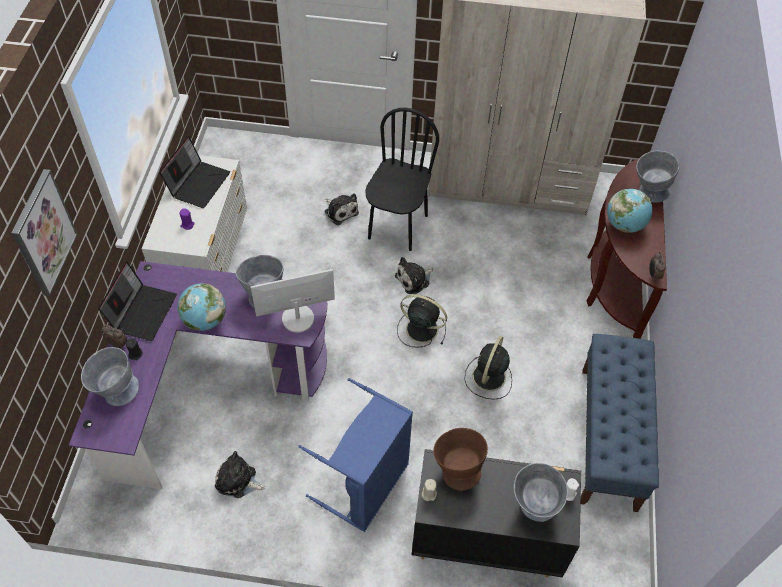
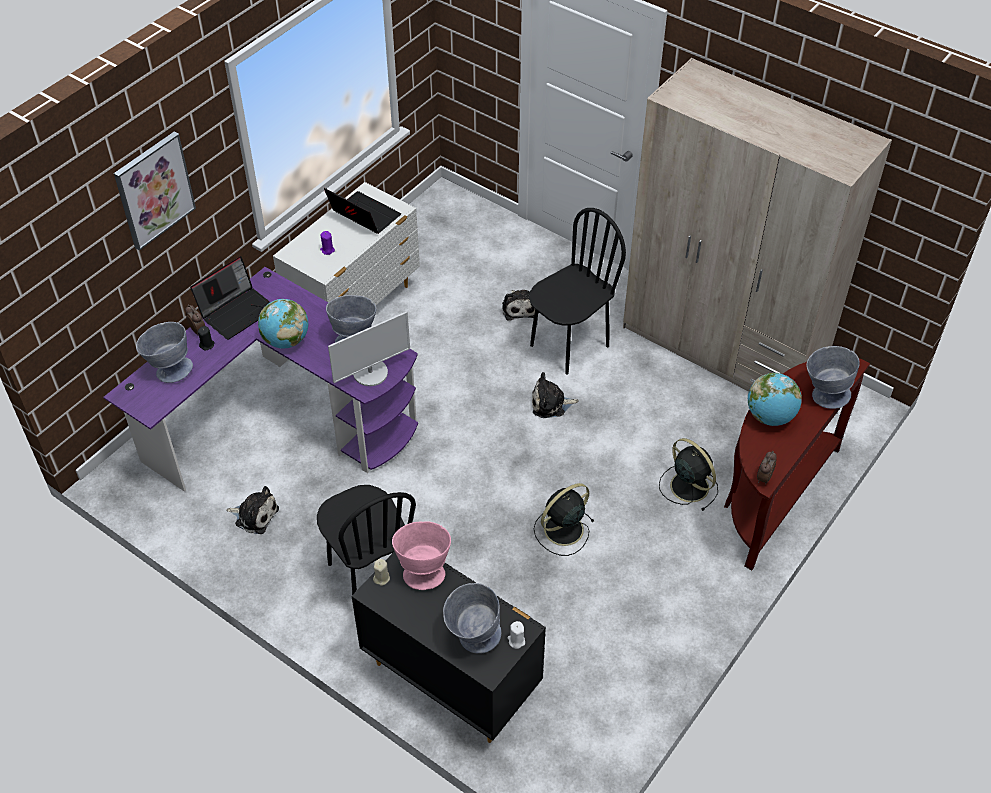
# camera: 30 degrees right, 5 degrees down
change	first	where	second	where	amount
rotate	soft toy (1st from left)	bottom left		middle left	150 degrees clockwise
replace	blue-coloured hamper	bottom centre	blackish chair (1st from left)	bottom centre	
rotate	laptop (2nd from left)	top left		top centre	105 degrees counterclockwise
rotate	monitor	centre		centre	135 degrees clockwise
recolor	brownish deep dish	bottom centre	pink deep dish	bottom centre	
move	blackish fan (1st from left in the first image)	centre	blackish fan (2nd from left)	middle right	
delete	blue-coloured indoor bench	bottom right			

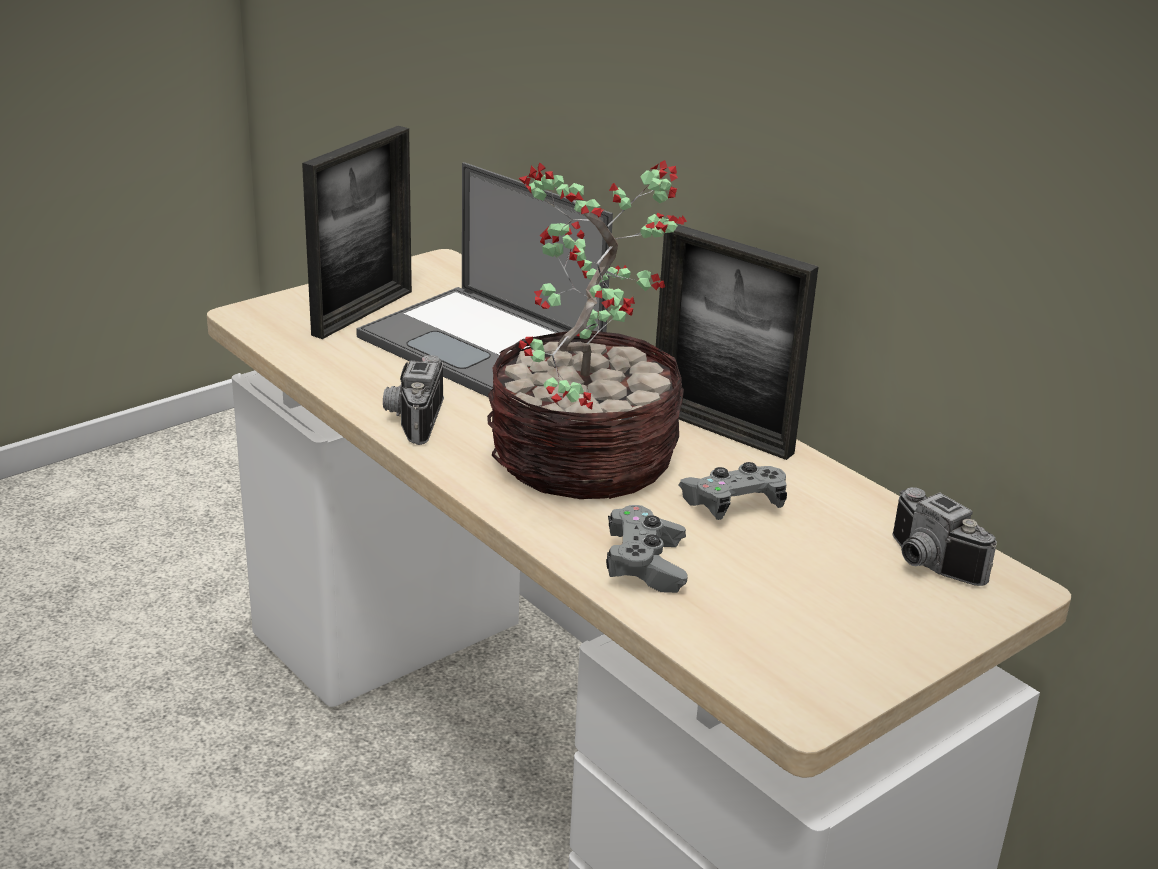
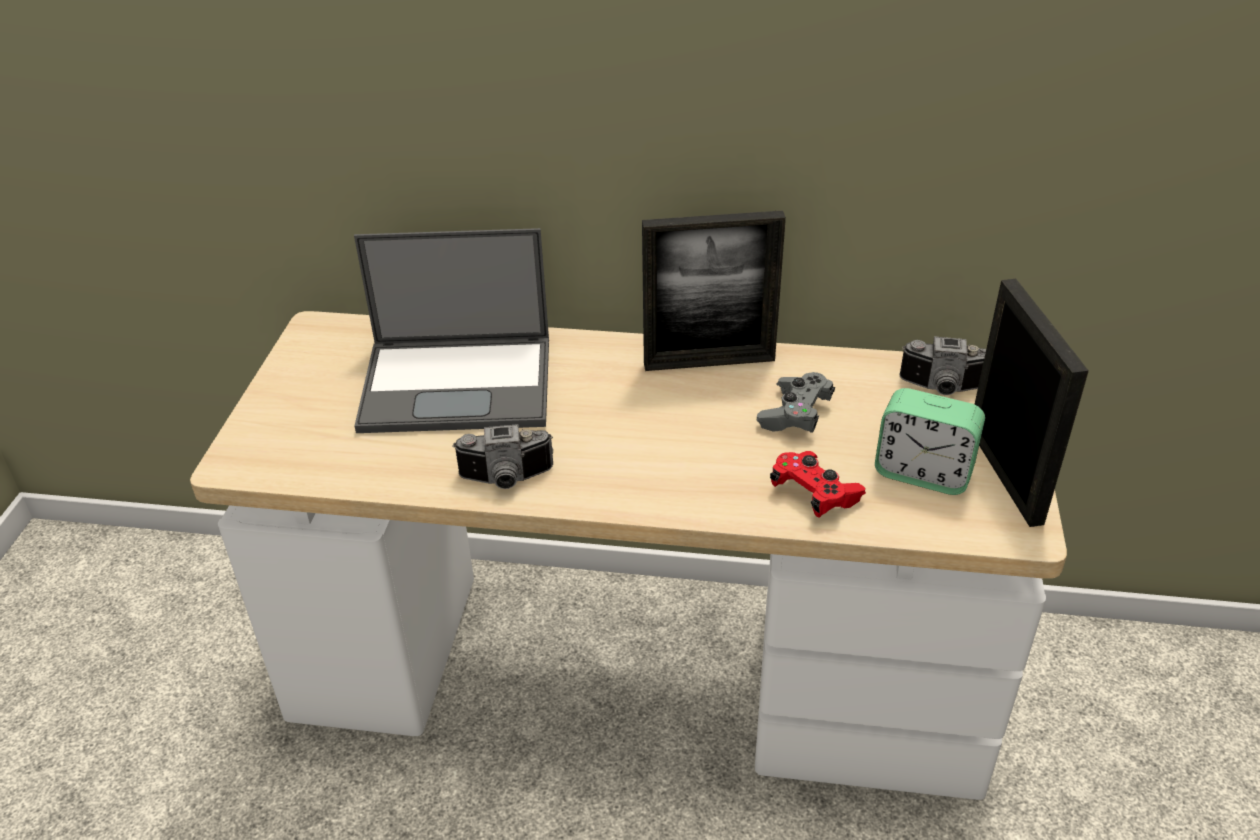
# camera: 40 degrees left, 10 degrees up
change	first	where	second	where	amount
rotate	still camera (1st from left)	centre		centre	60 degrees counterclockwise
recolor	gray joypad (1st from left)	centre	red joypad	centre	
insert			alarm clock	middle right	
move	photo frame (1st from left in the first image)	top left	photo frame (2nd from left)	middle right	
delete	plant in a pot	centre			

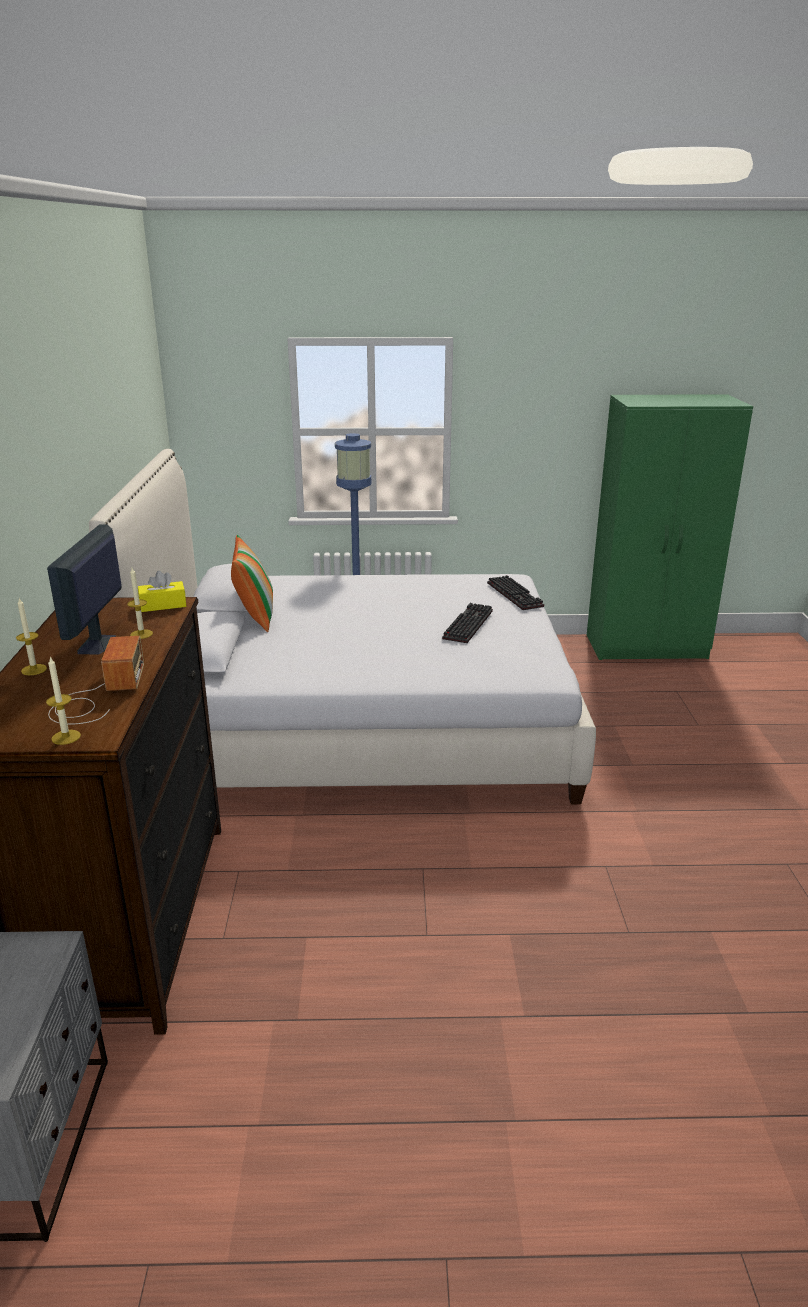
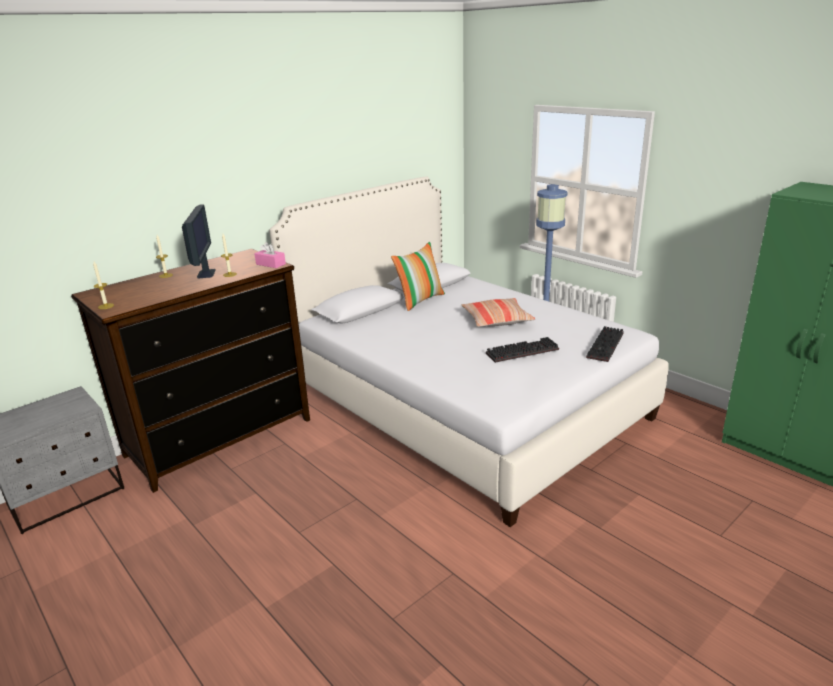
# camera: 50 degrees right, 0 degrees up
change	first	where	second	where	amount
rotate	monitor	middle left		middle left	120 degrees clockwise
recolor	yellow box of tissues	middle left	pink box of tissues	middle left	
insert			pillow (2nd from left)	centre	
delete	radio receiver	middle left			

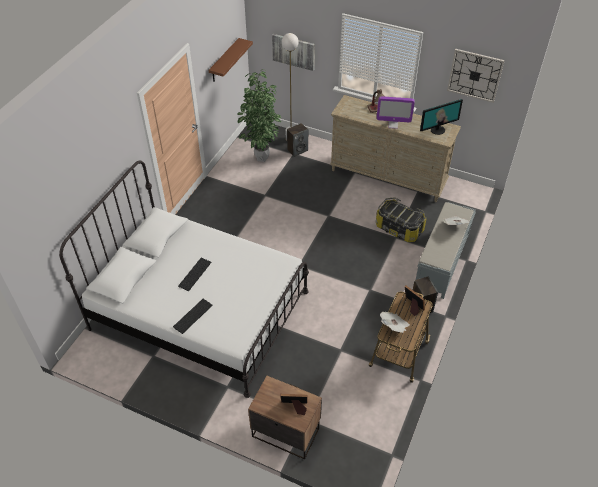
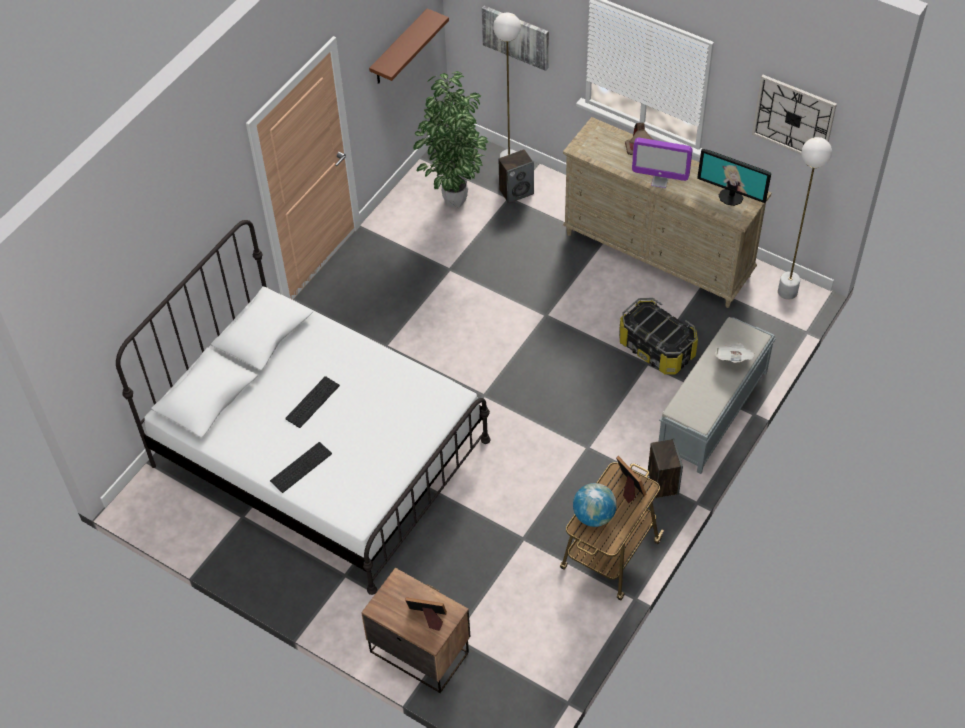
# camera: 10 degrees right, 5 degrees up
change	first	where	second	where	amount
replace	printed paper (1st from left)	centre	desk globe	bottom centre	
rotate	monitor (2nd from left)	top right		top right	45 degrees clockwise
insert			whitish standing lamp (2nd from left)	top right	

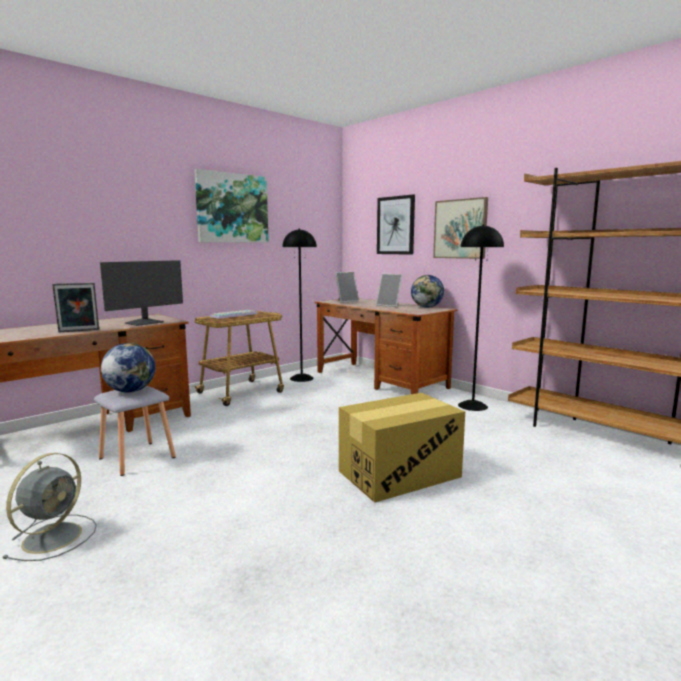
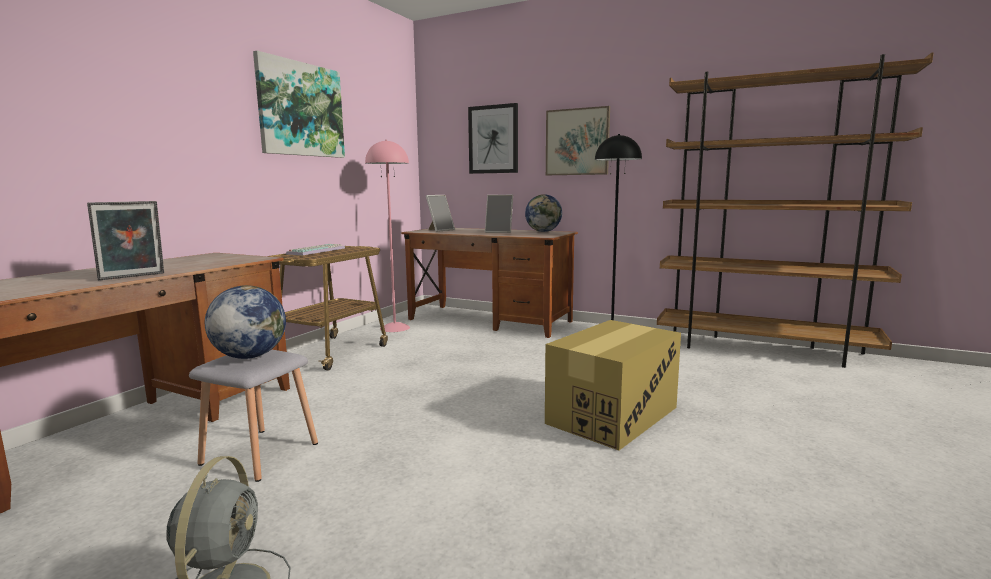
# camera: 20 degrees left, 0 degrees up
change	first	where	second	where	amount
recolor	blackish standing lamp (1st from left)	centre	pink standing lamp	centre	
delete	monitor	middle left			

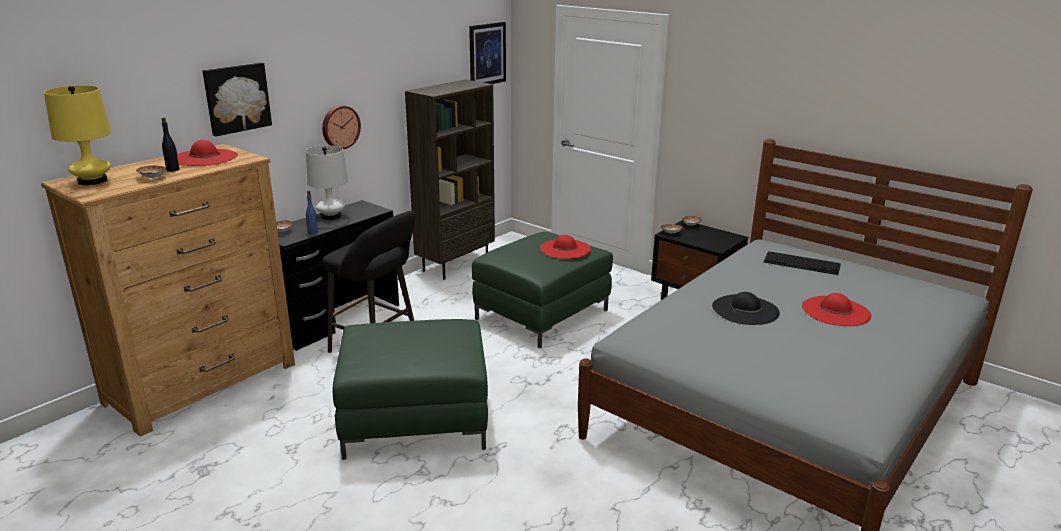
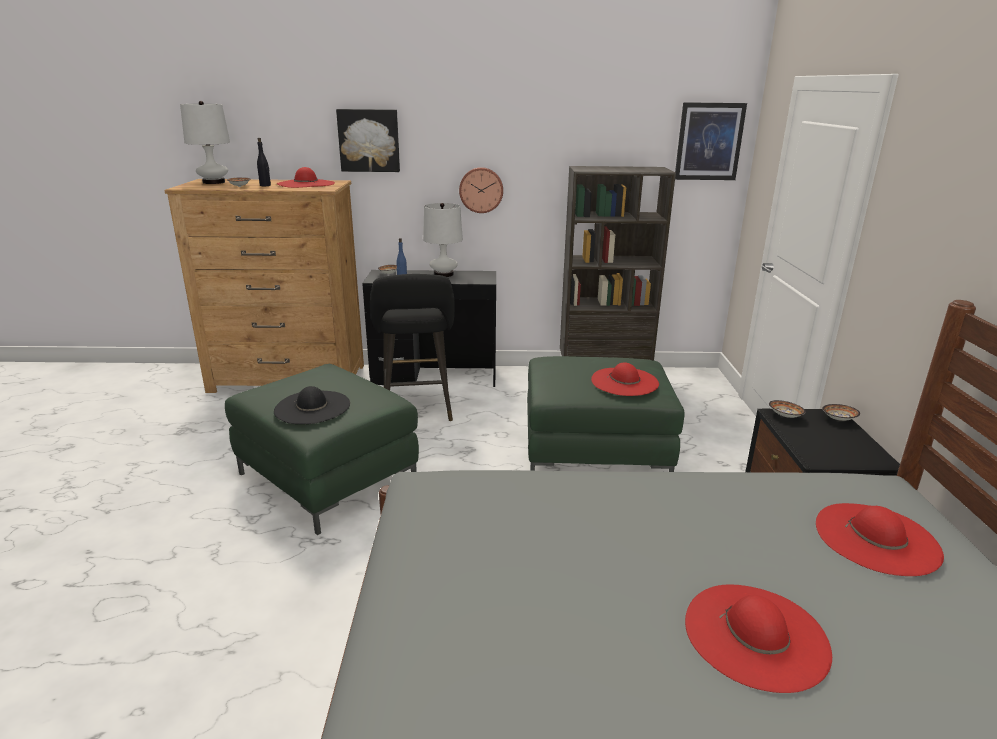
# camera: 50 degrees right, 0 degrees up
change	first	where	second	where	amount
recolor	yellow tabletop lamp	top left	whitish tabletop lamp (1st from left)	top left	
move	blackish clothing hat	middle right		middle left	
replace	computer keyboard	middle right	red clothing hat (4th from left)	bottom right	

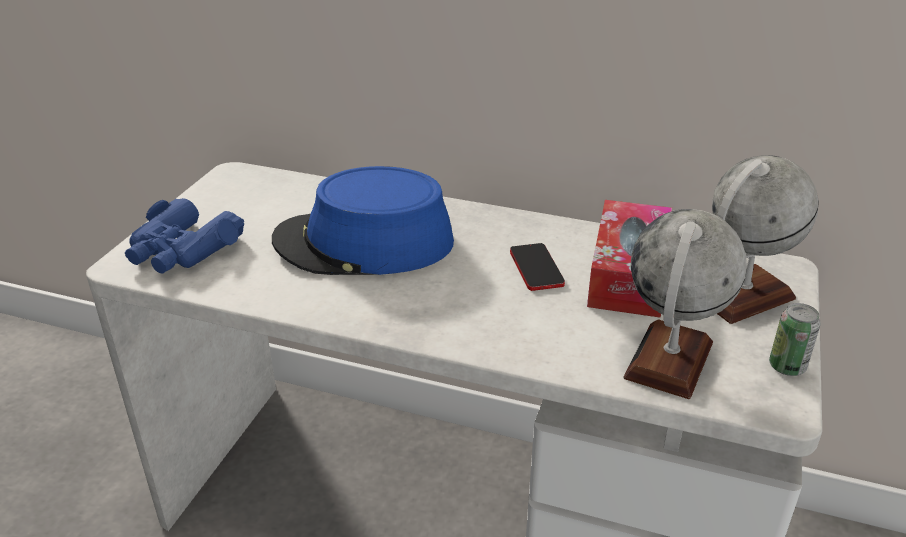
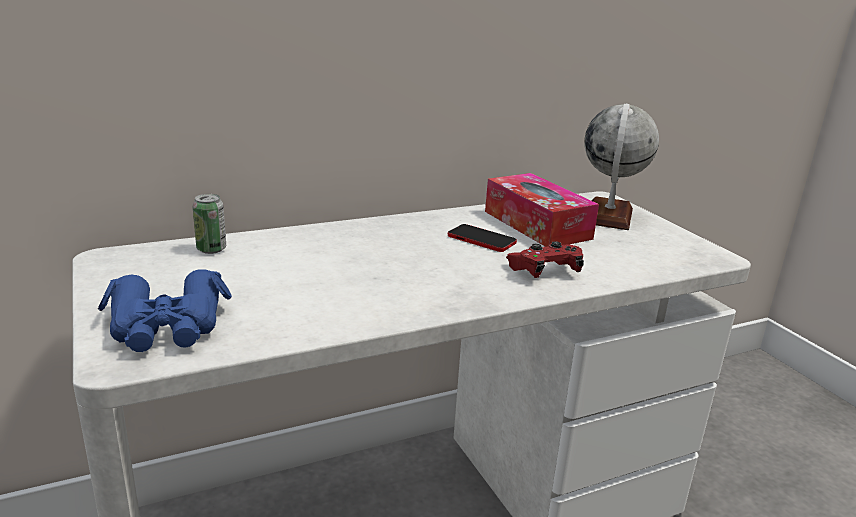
# camera: 45 degrees left, 10 degrees down
change	first	where	second	where	amount
move	can	middle right		middle left	
insert			red joypad	centre	
delete	blue-coloured clothing hat	centre			
delete	desk globe (1st from left)	middle right			

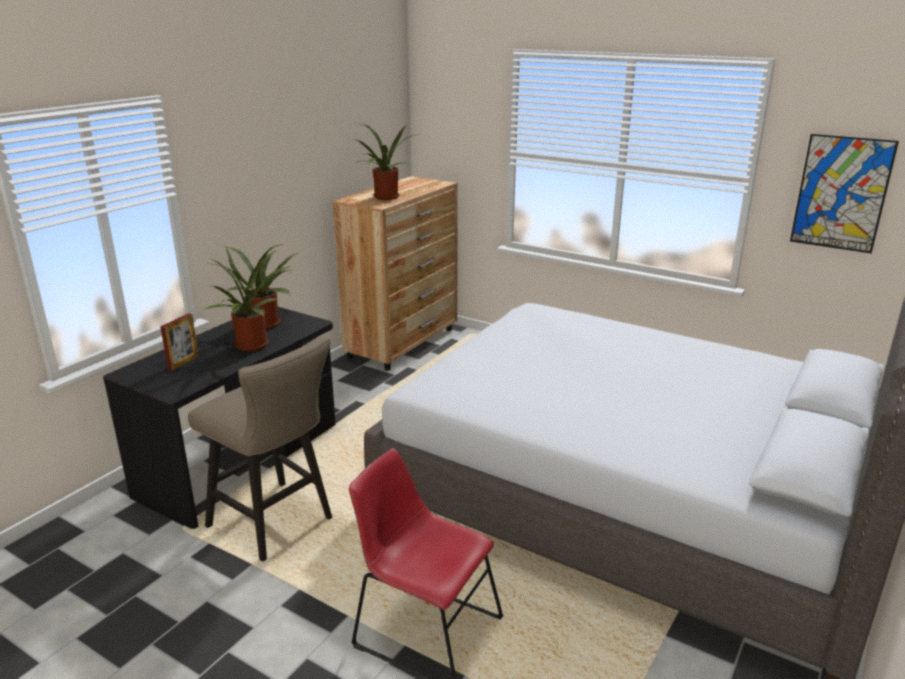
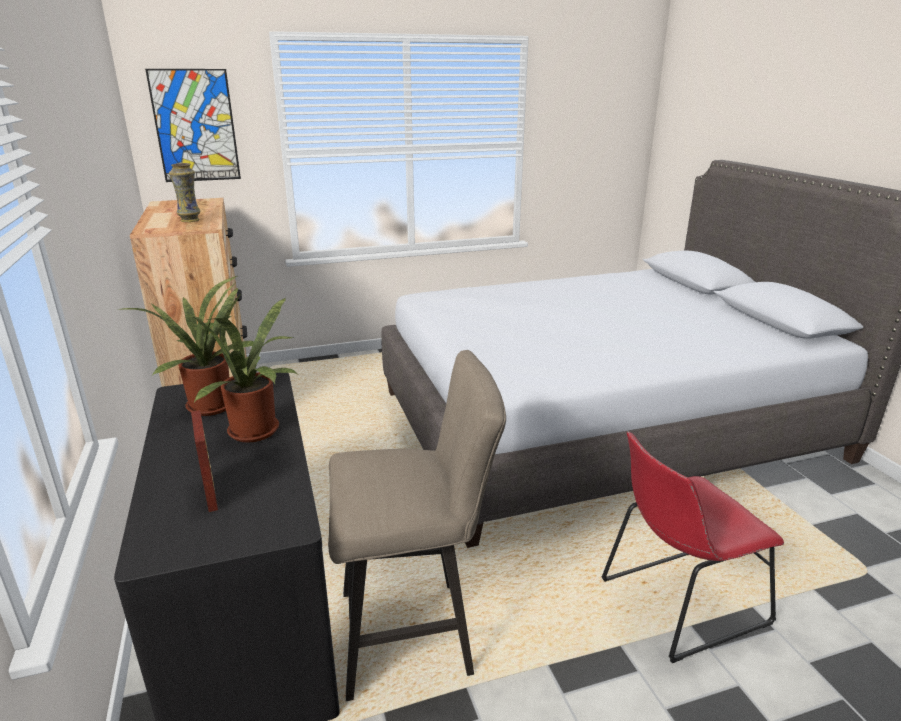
# camera: 50 degrees left, 0 degrees up
change	first	where	second	where	amount
move	wall art	top right		top left	
replace	plant in a pot (3rd from left)	top centre	flower vase	top left	

